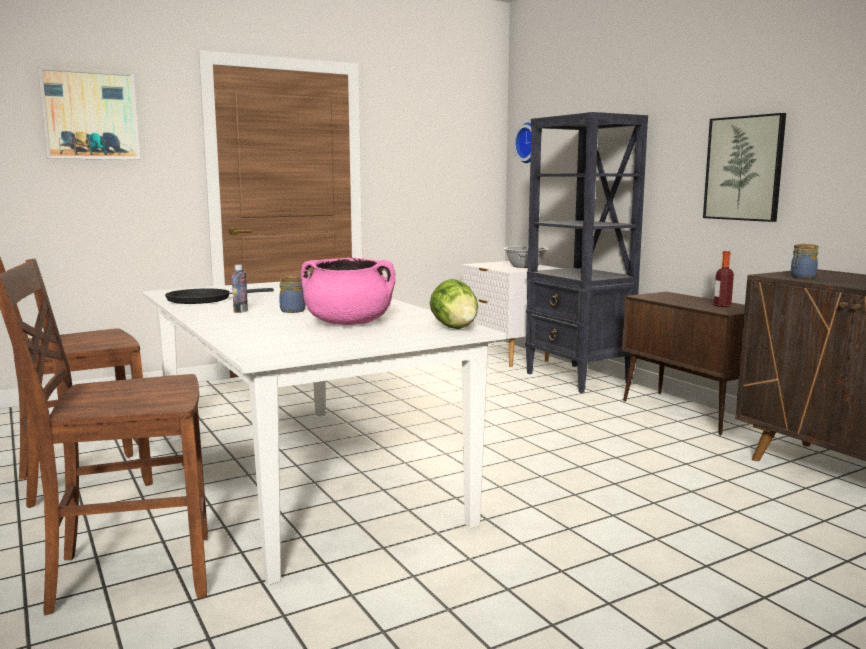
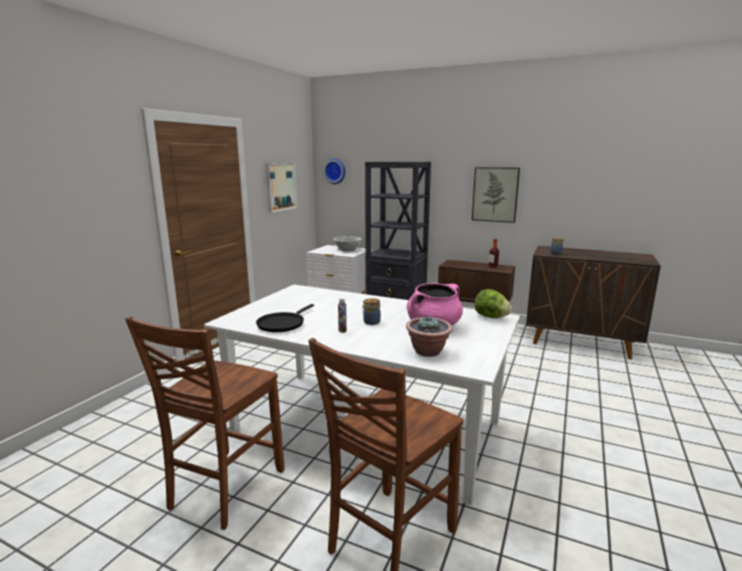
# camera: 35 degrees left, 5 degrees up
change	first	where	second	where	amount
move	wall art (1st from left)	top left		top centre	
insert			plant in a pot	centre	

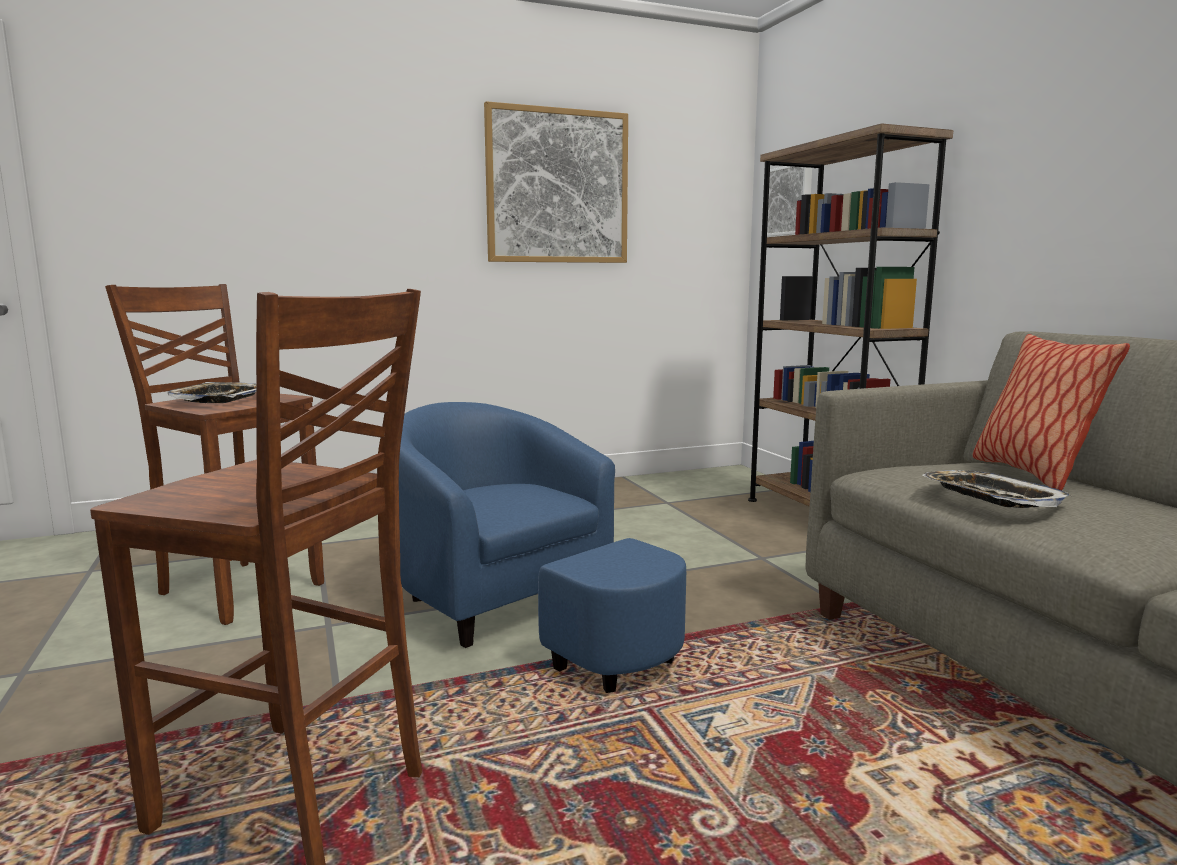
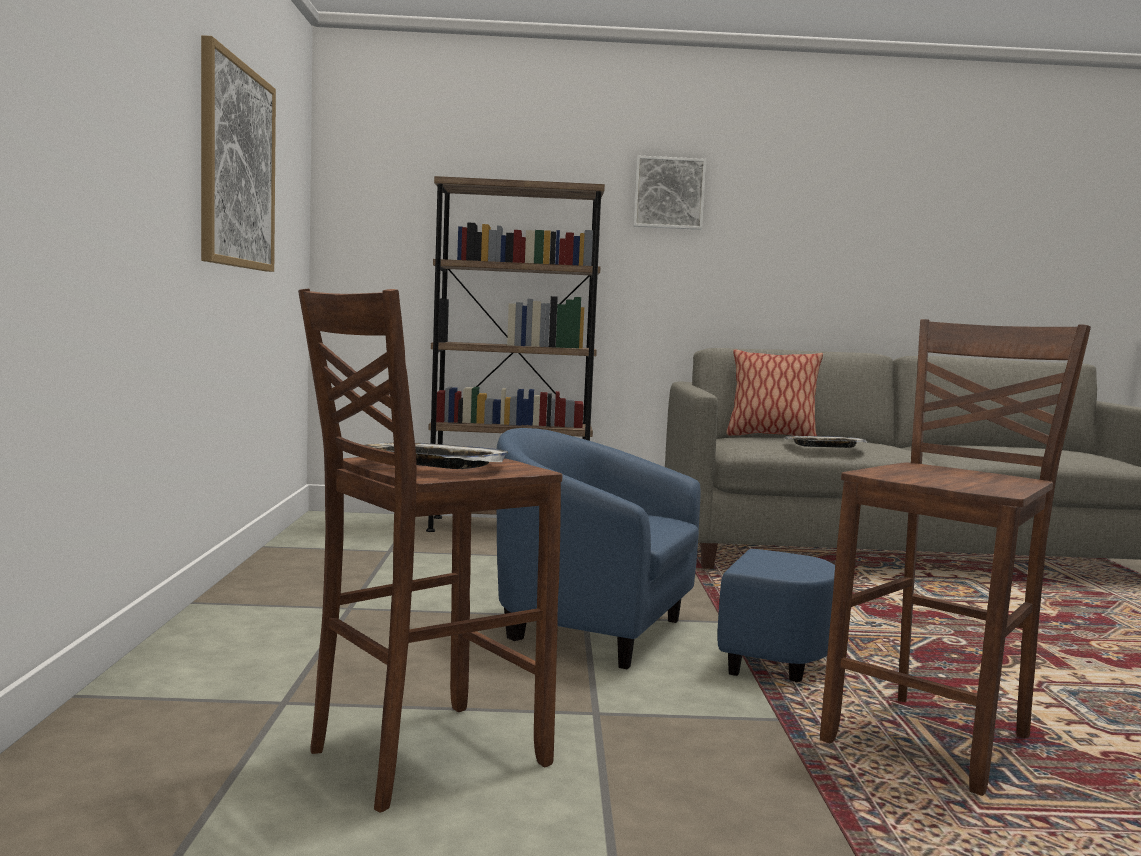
# camera: 70 degrees left, 5 degrees down
change	first	where	second	where	amount
rotate	blue-coloured lounge chair	centre		centre	45 degrees clockwise
move	wall art (2nd from left)	top right		top centre	

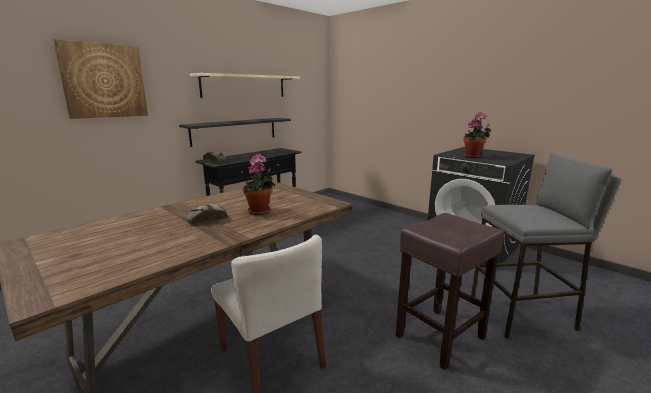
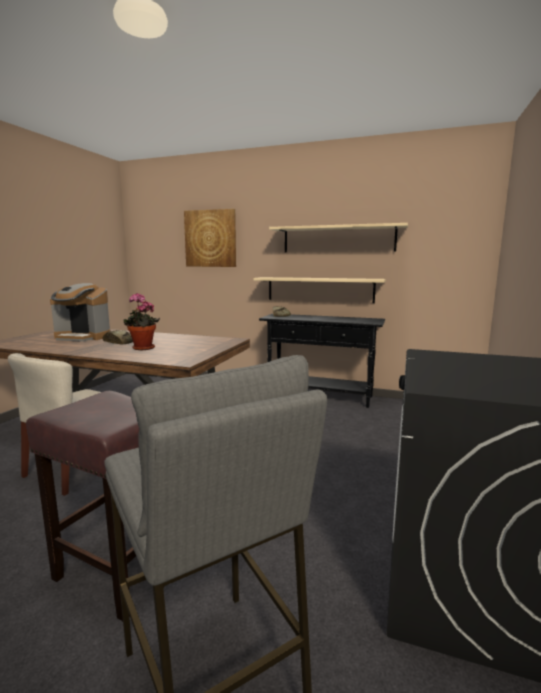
# camera: 65 degrees right, 5 degrees down
change	first	where	second	where	amount
insert			coffee machine	middle left	
recolor	blackish bracket shelf	centre	sand-coloured bracket shelf (1st from left)	centre	
delete	plant in a pot (2nd from left)	middle right			

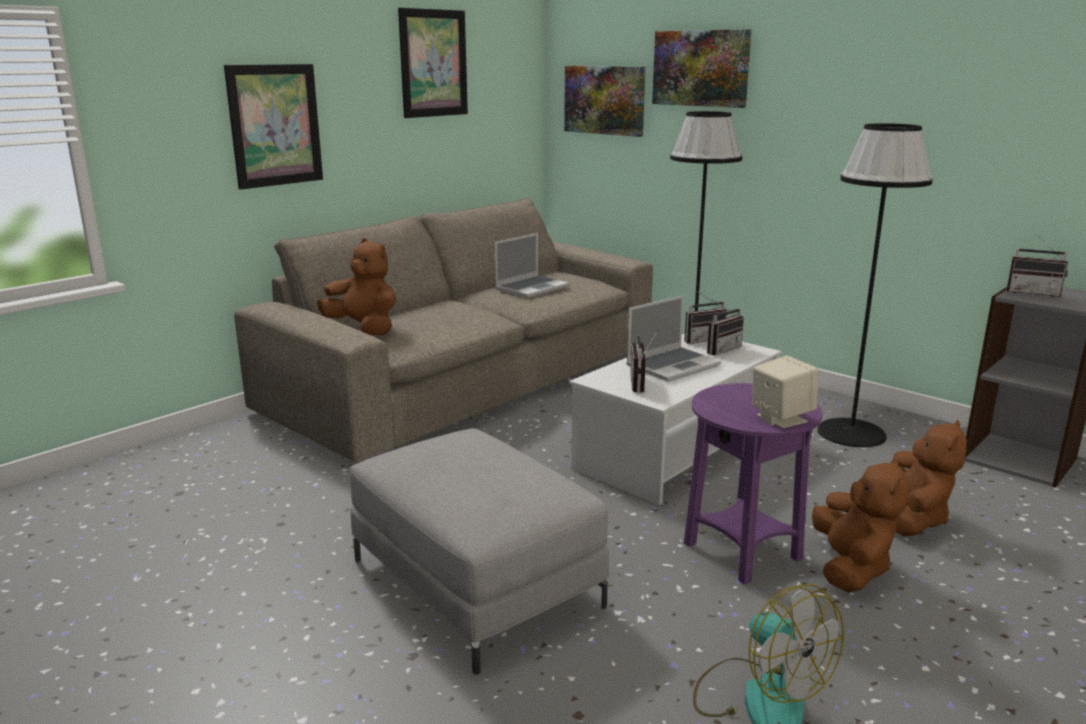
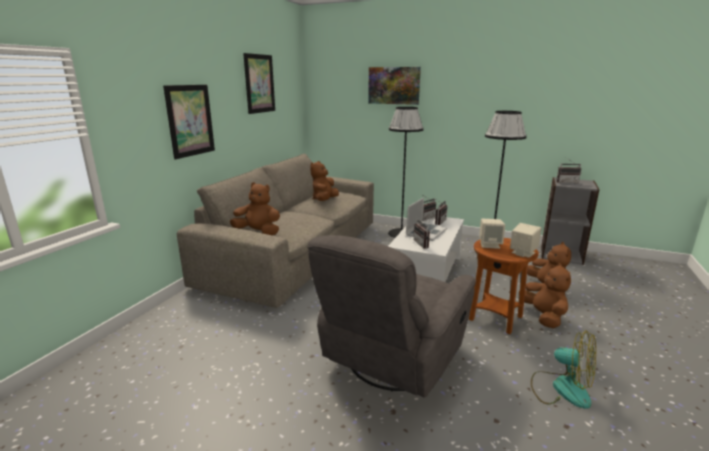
# camera: 20 degrees left, 0 degrees up
change	first	where	second	where	amount
replace	gray pouffe	bottom centre	gray lounge chair	bottom centre	
replace	laptop (1st from left)	centre	brownish soft toy (2nd from left)	centre	
recolor	purple-coloured side table	bottom right	brownish side table	middle right	
insert			sand-coloured loudspeaker (1st from left)	middle right	
delete	wall art (3rd from left)	top centre			

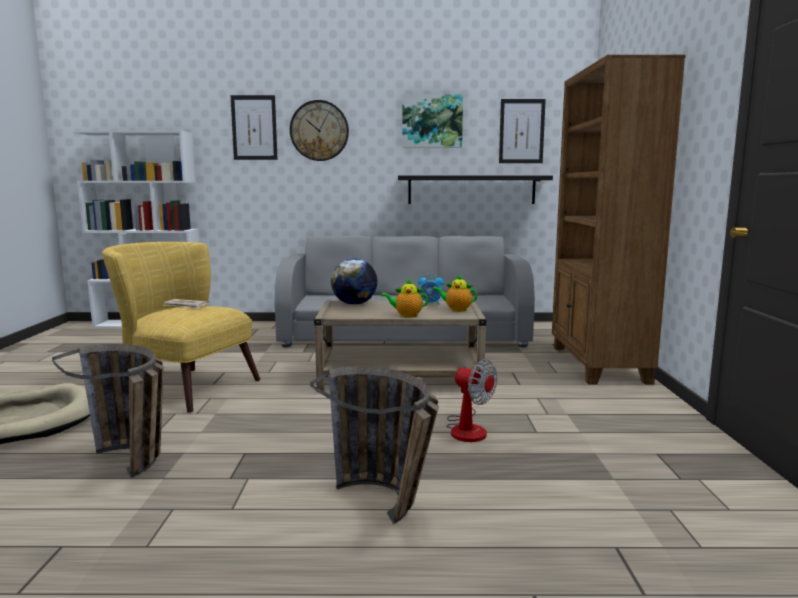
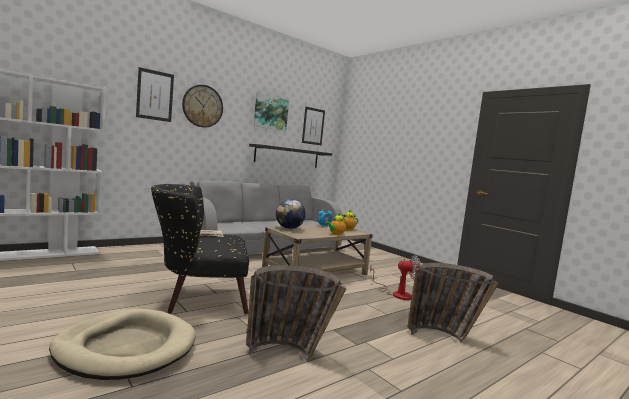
# camera: 40 degrees left, 5 degrees down
change	first	where	second	where	amount
recolor	yellow lounge chair	middle left	blackish lounge chair	middle left	
delete	brownish bookcase	middle right			

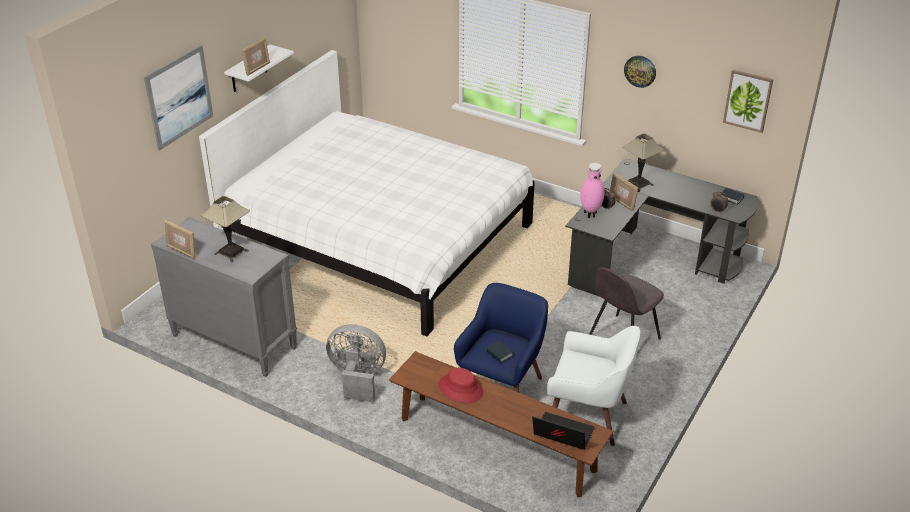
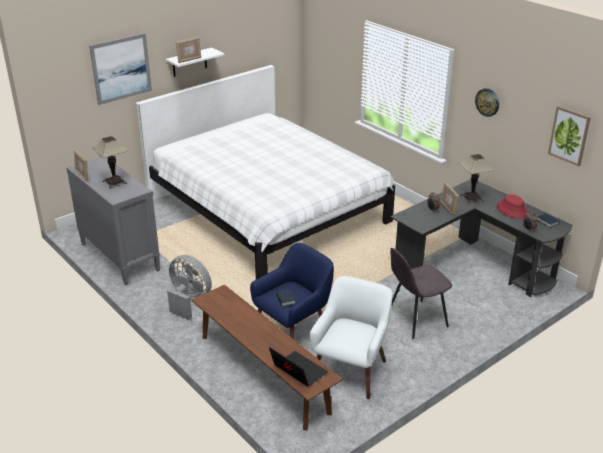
# camera: 20 degrees right, 5 degrees down
change	first	where	second	where	amount
rotate	whitish lounge chair	bottom centre		bottom centre	105 degrees counterclockwise
move	red clothing hat	bottom centre		middle right	
delete	pink flower vase	centre			

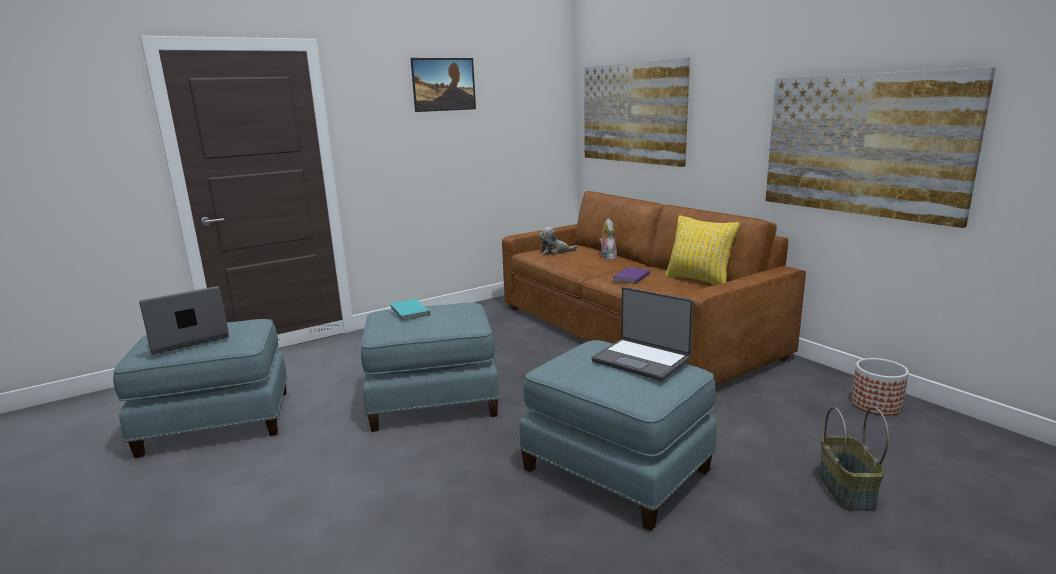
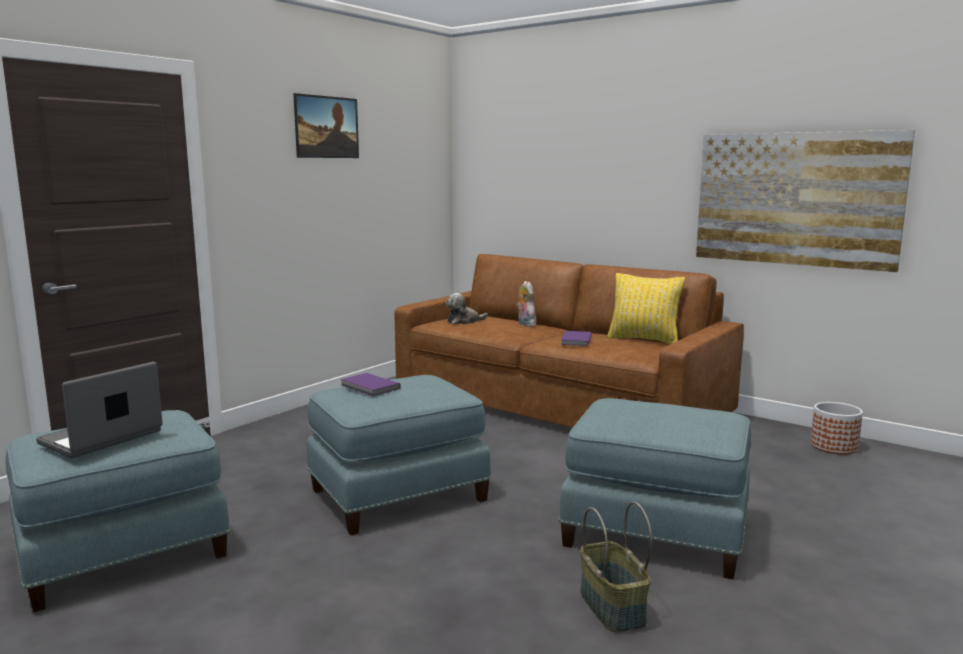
# camera: 20 degrees left, 5 degrees down
change	first	where	second	where	amount
recolor	blue-green bound book	centre	purple-coloured bound book (1st from left)	centre	
move	household basket	bottom right		bottom centre	
delete	wall art (2nd from left)	top centre			
delete	laptop (2nd from left)	centre			

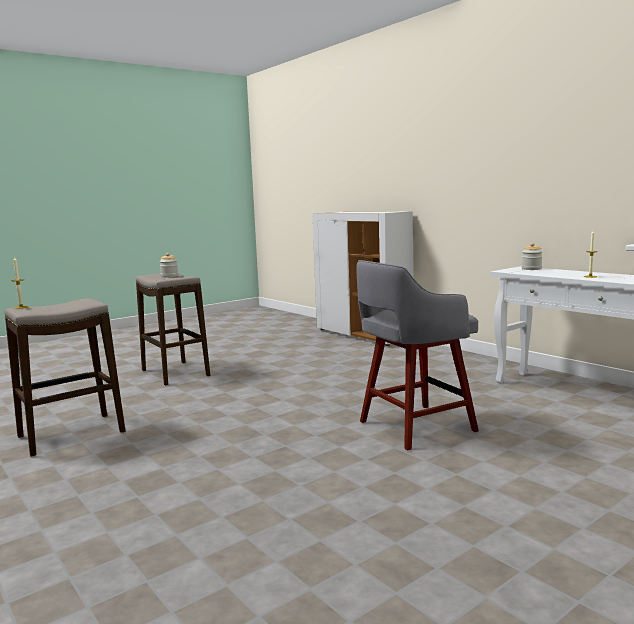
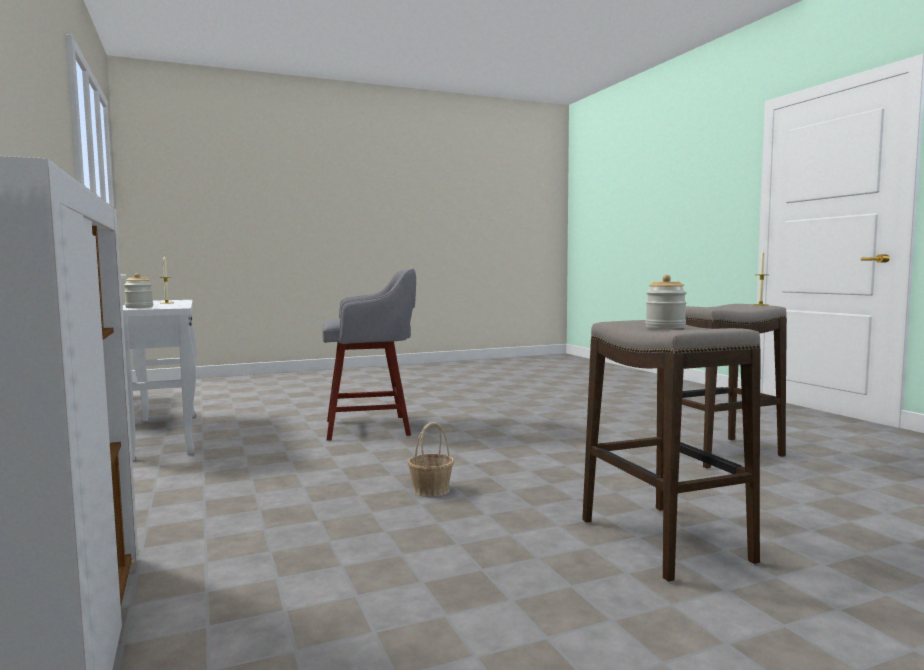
# camera: 165 degrees left, 5 degrees down
change	first	where	second	where	amount
insert			household basket	bottom centre	

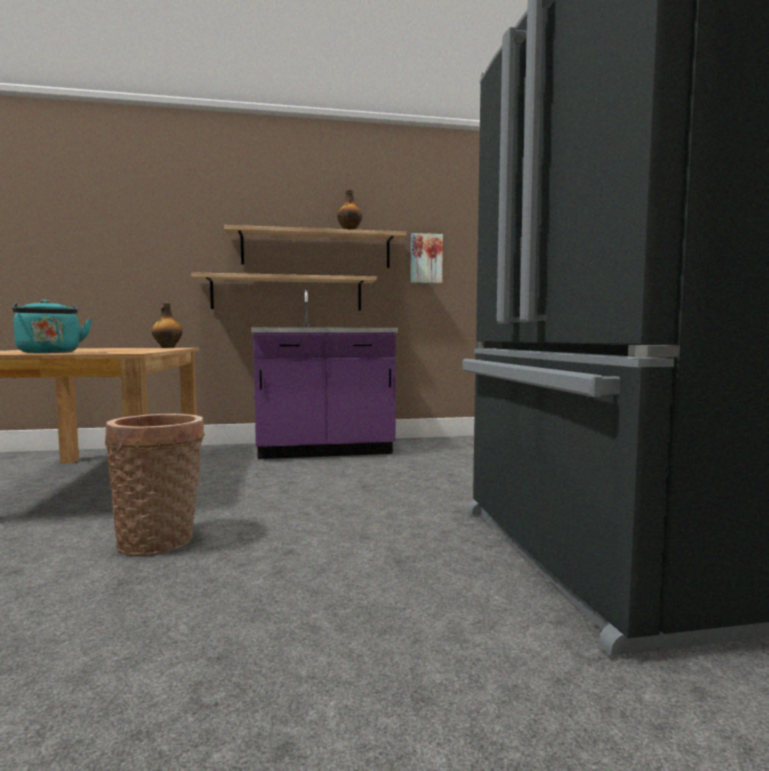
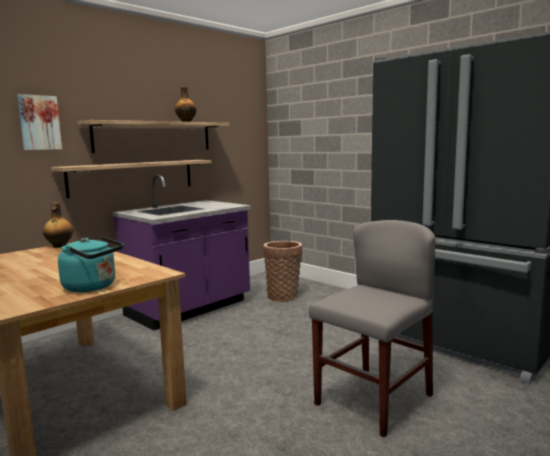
# camera: 35 degrees left, 5 degrees up
change	first	where	second	where	amount
move	wall art	centre		top left	
move	household basket	middle left		centre	
insert			gray chair	bottom right	

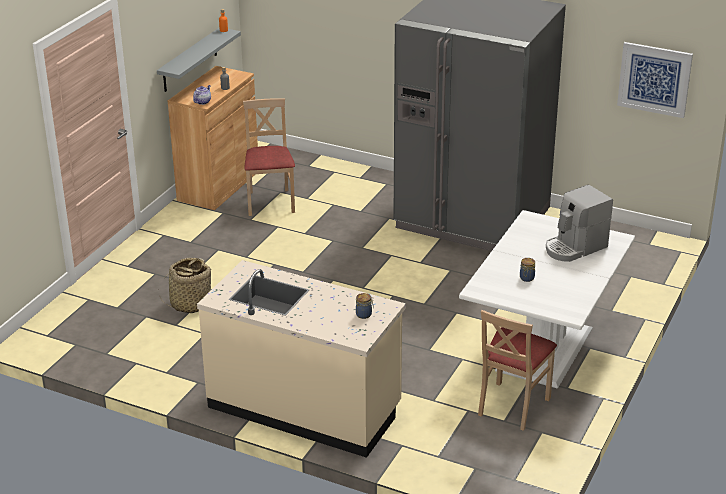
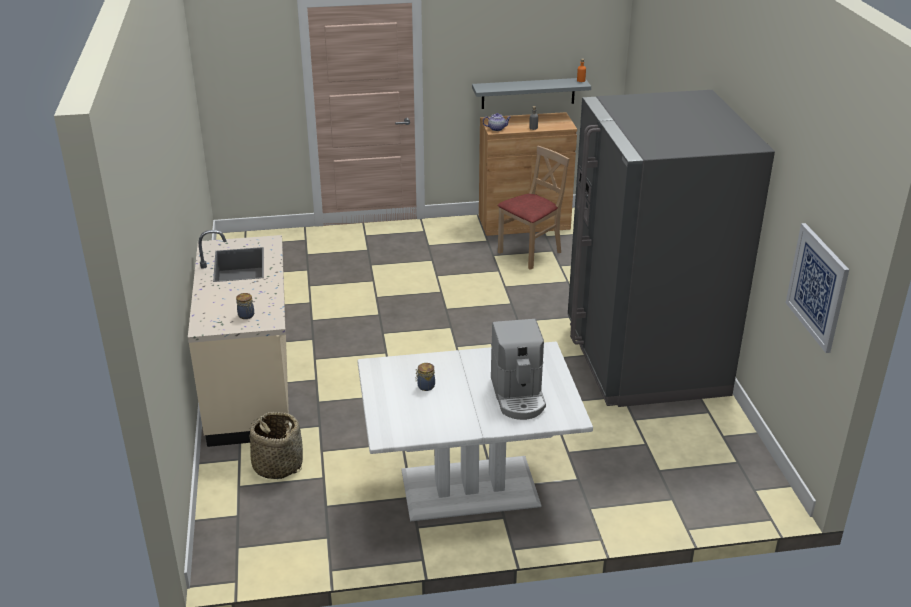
# camera: 55 degrees right, 0 degrees up
change	first	where	second	where	amount
move	household basket	middle left		bottom left	
rotate	coffee machine	middle right		centre	120 degrees counterclockwise
delete	sand-coloured chair (2nd from left)	bottom right			

